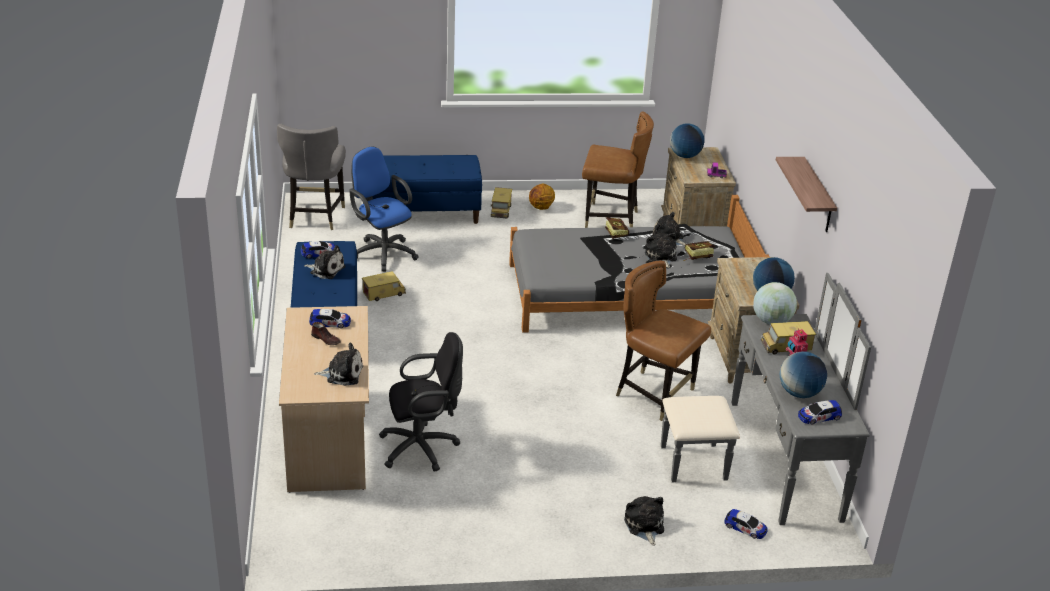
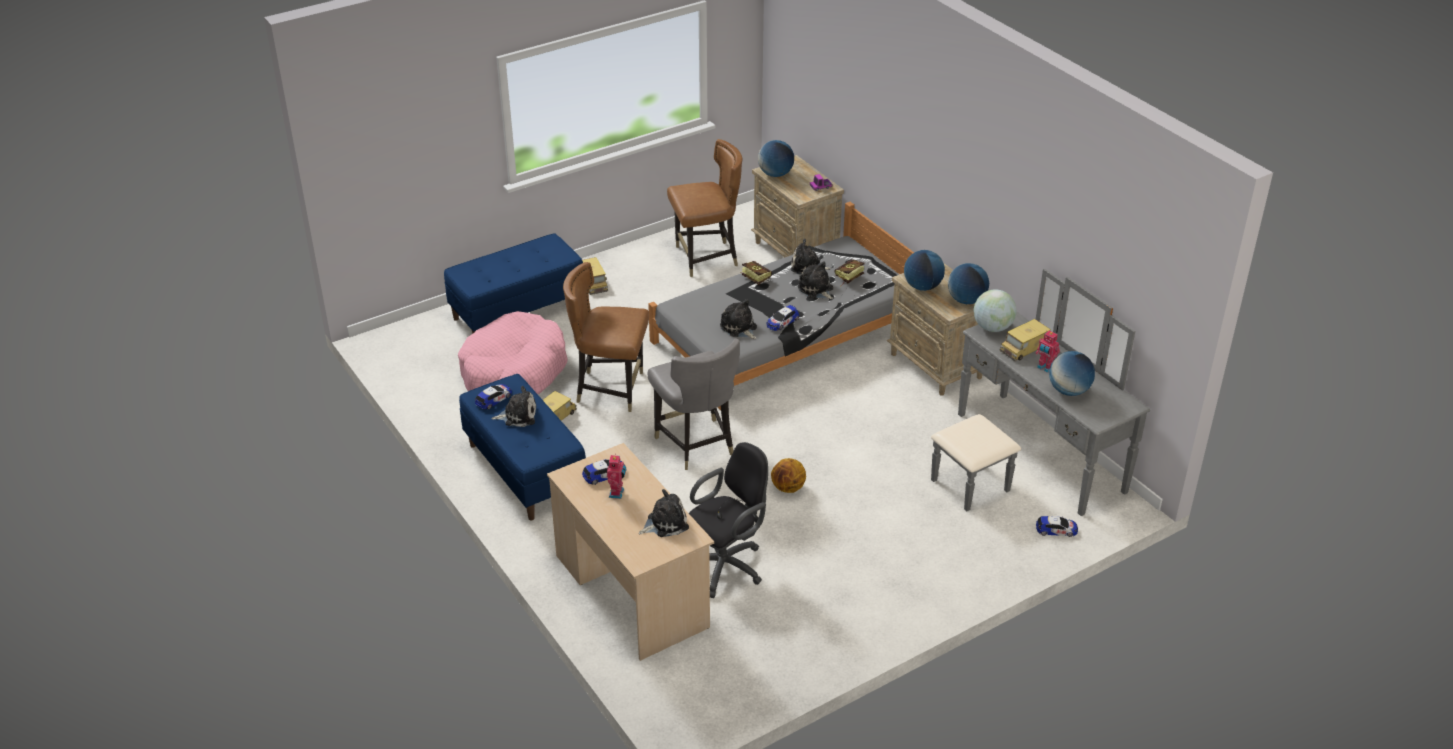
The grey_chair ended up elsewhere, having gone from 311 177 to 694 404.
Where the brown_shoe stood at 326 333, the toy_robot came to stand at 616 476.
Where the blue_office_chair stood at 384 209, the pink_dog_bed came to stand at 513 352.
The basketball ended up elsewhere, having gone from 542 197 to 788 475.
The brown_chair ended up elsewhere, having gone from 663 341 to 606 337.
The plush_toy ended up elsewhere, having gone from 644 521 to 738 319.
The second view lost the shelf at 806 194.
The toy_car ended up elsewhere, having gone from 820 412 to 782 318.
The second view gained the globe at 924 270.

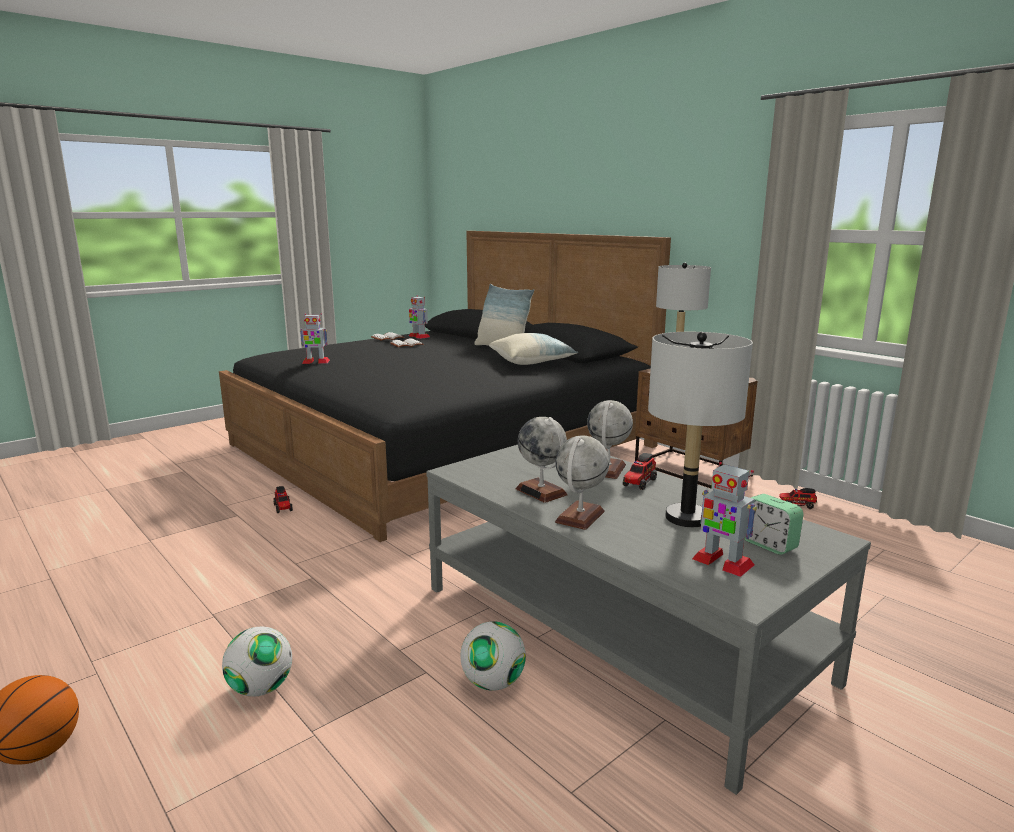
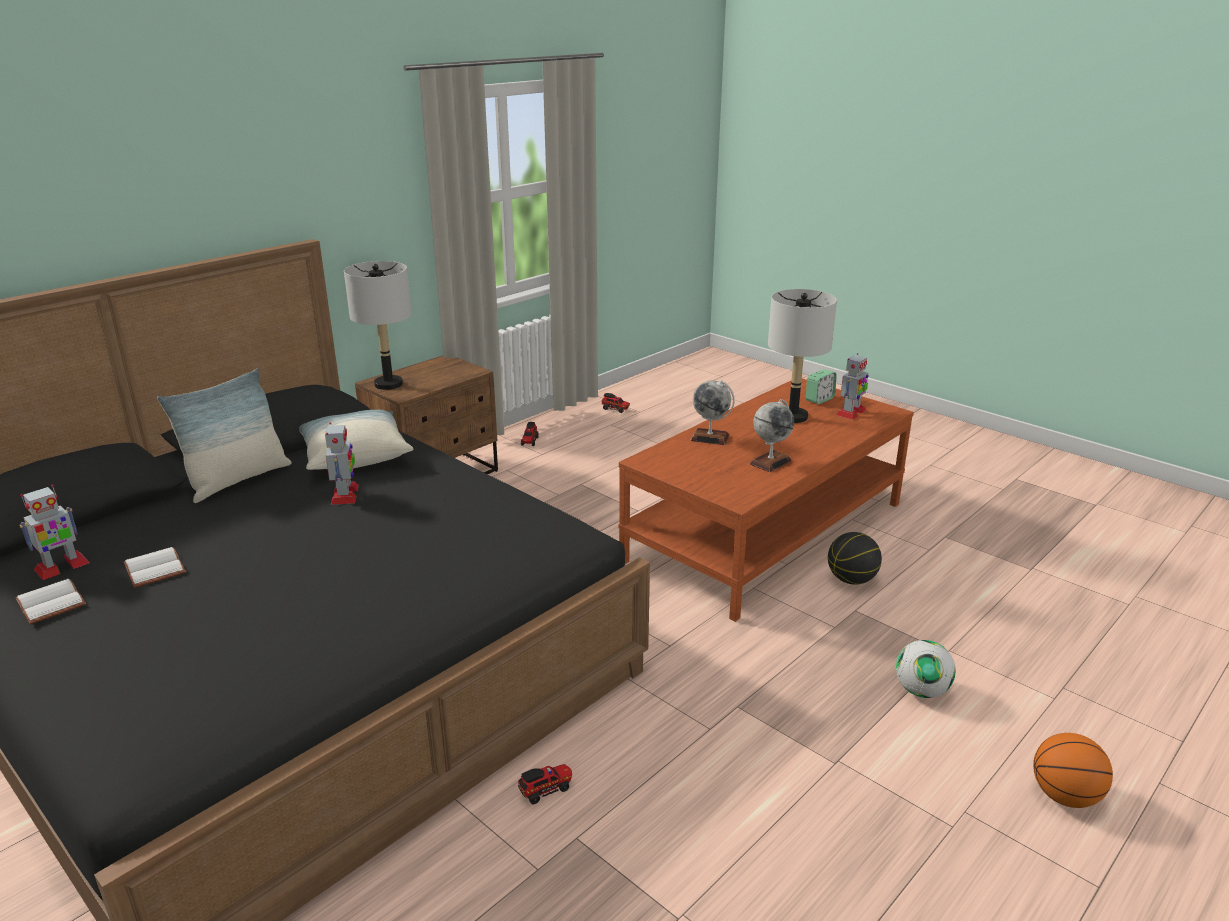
The toy_robot ended up elsewhere, having gone from 315 339 to 342 463.
What was the grey_coffee_table at 648 620 turned into the brown_coffee_table at 766 500.
Where the football stood at 493 656, the basketball came to stand at 855 558.
The second view lost the globe at 582 482.
The toy_truck ended up elsewhere, having gone from 640 471 to 616 403.

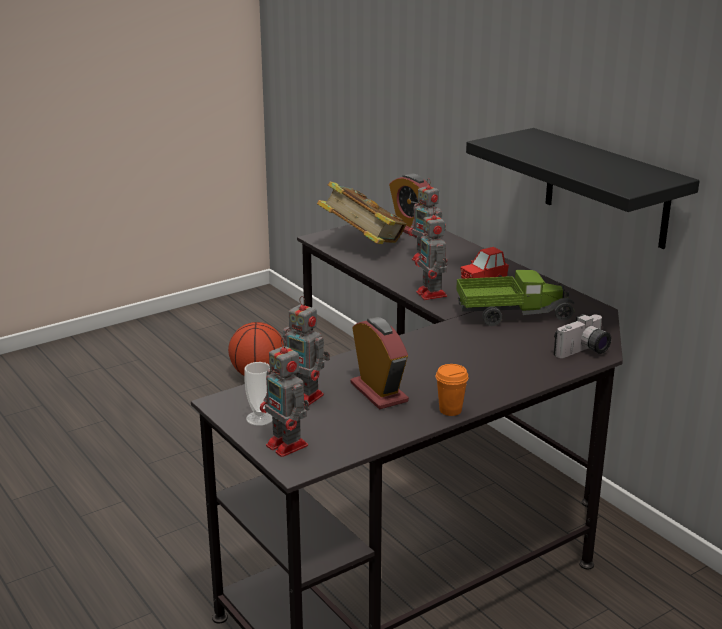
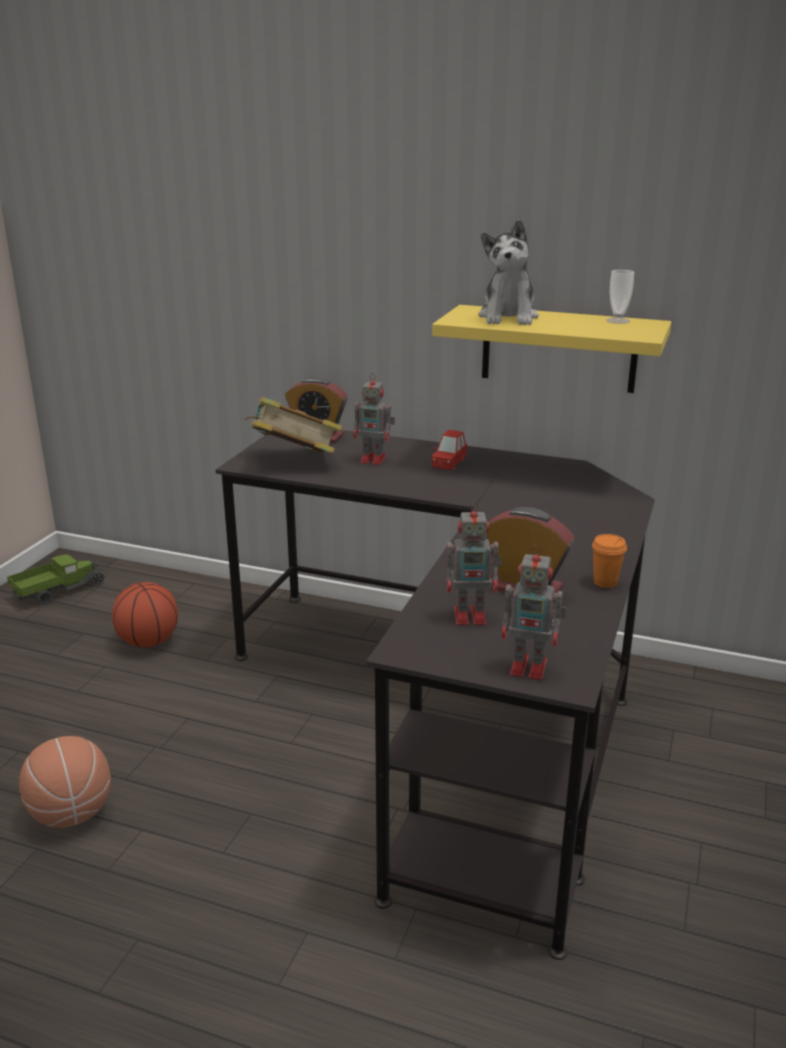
The cup ended up elsewhere, having gone from 258 394 to 620 297.
The second view lost the toy_robot at 431 254.
The toy_truck ended up elsewhere, having gone from 515 298 to 56 579.
What was the black_shelf at 583 188 turned into the yellow_shelf at 552 349.
The second view lost the photo_camera at 582 336.
The second view gained the basketball at 65 782.
The second view gained the plush_toy at 508 272.

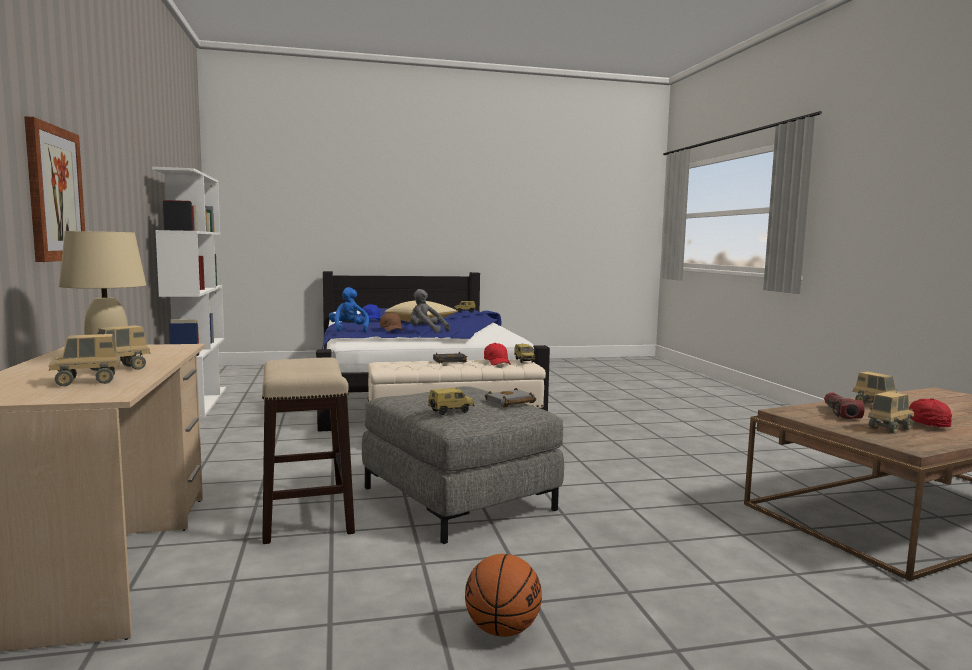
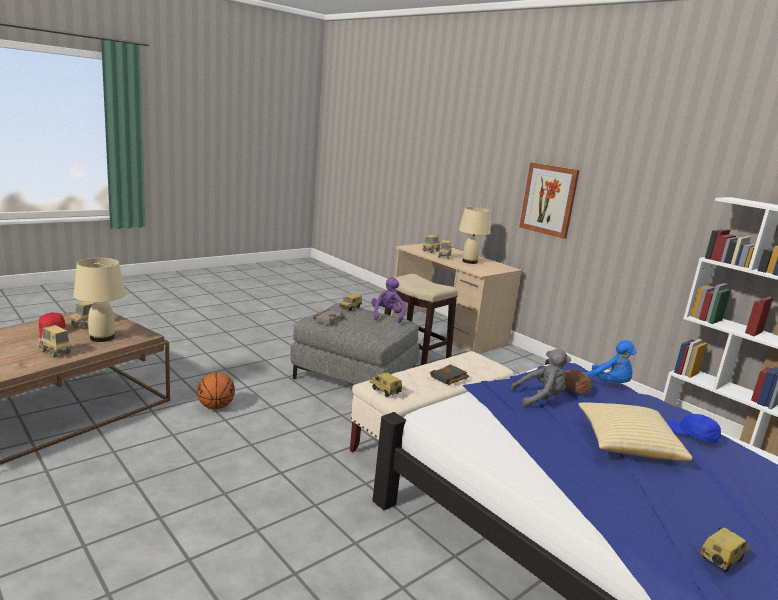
The basketball ended up elsewhere, having gone from 503 595 to 216 391.
The second view lost the red_cap at 497 354.
Where the flashlight stood at 844 405, the beige_table_lamp came to stand at 99 300.
The second view gained the purple_plush_toy at 388 300.

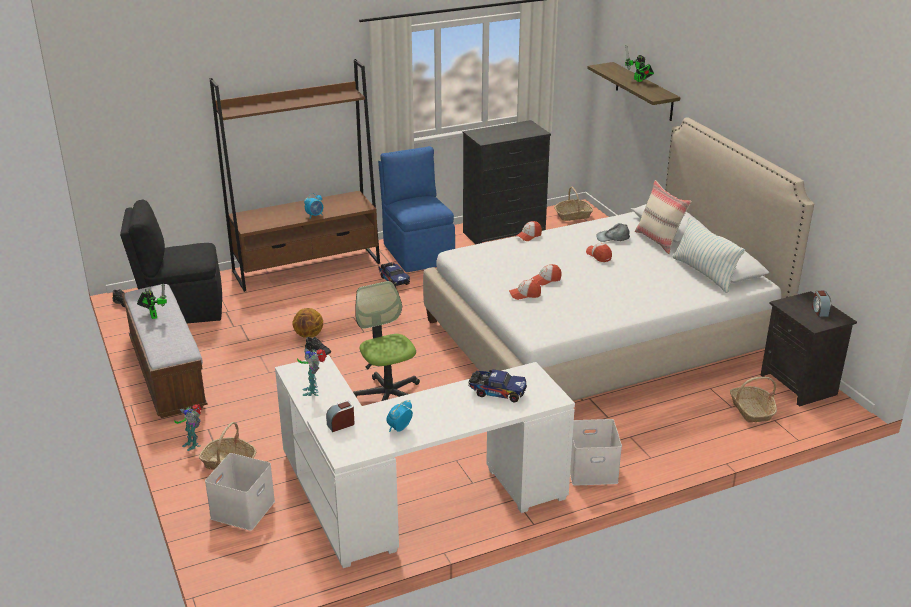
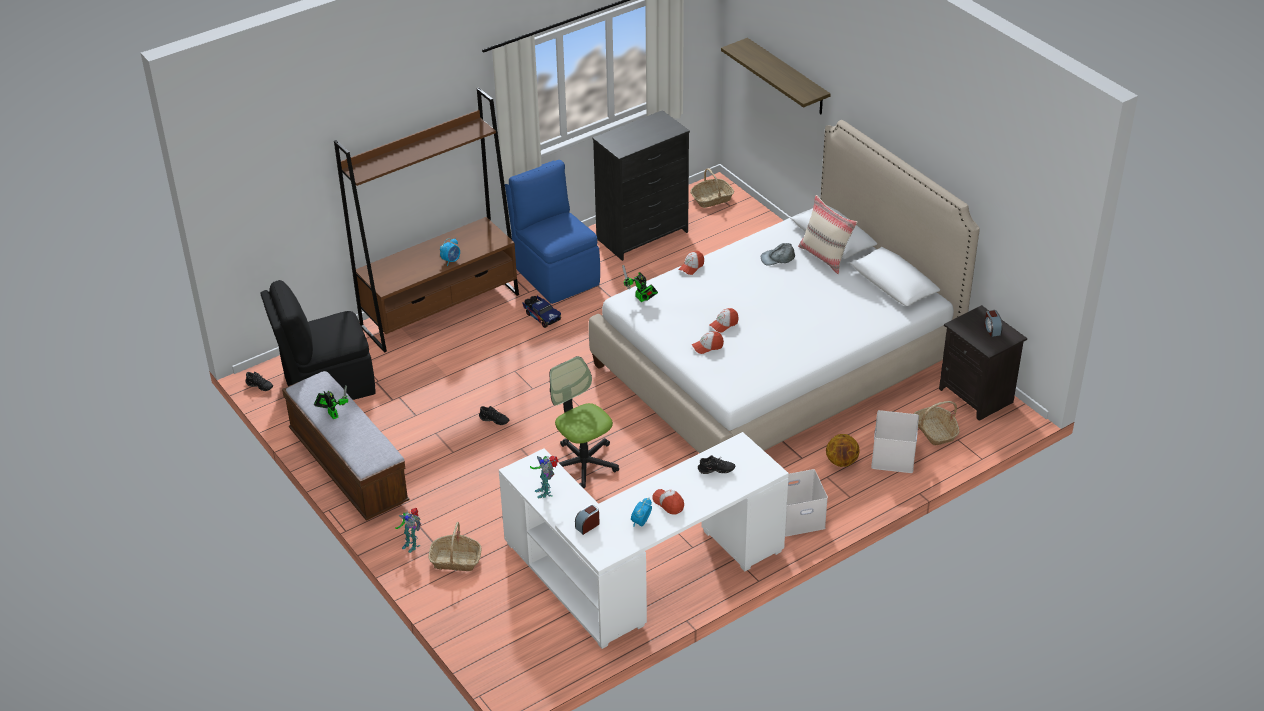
The white_storage_box ended up elsewhere, having gone from 240 492 to 895 441.
The basketball ended up elsewhere, having gone from 307 323 to 843 450.
Where the toy_truck stood at 497 385, the black_shoe came to stand at 716 464.
The cap ended up elsewhere, having gone from 599 252 to 668 502.
The toy_robot ended up elsewhere, having gone from 639 63 to 640 283.
The second view lost the pillow at 709 255.

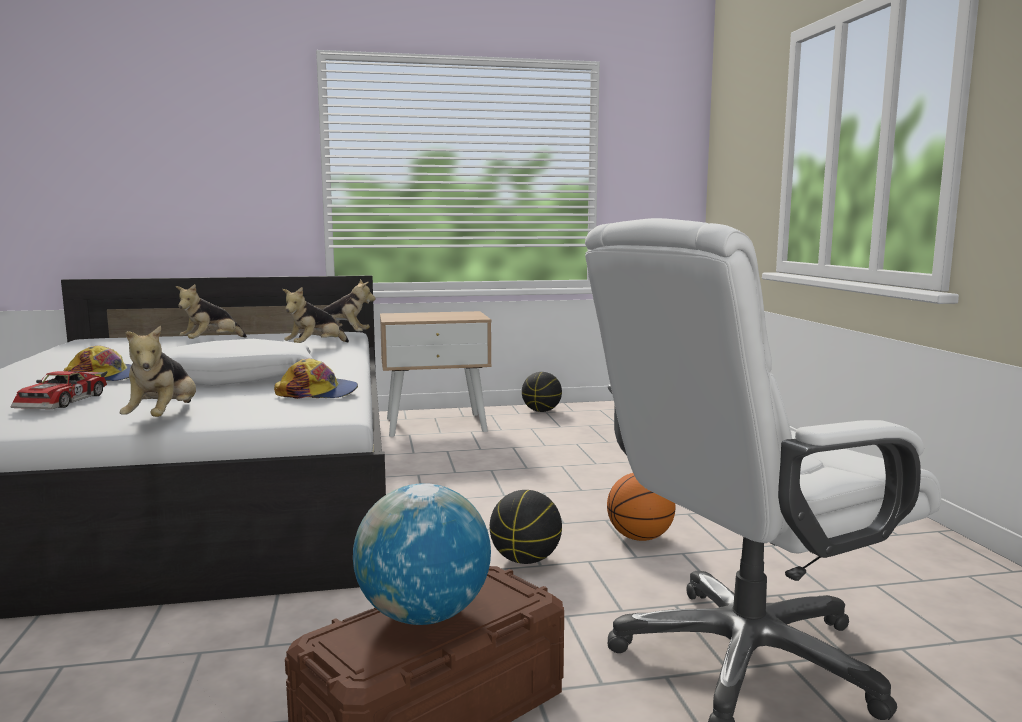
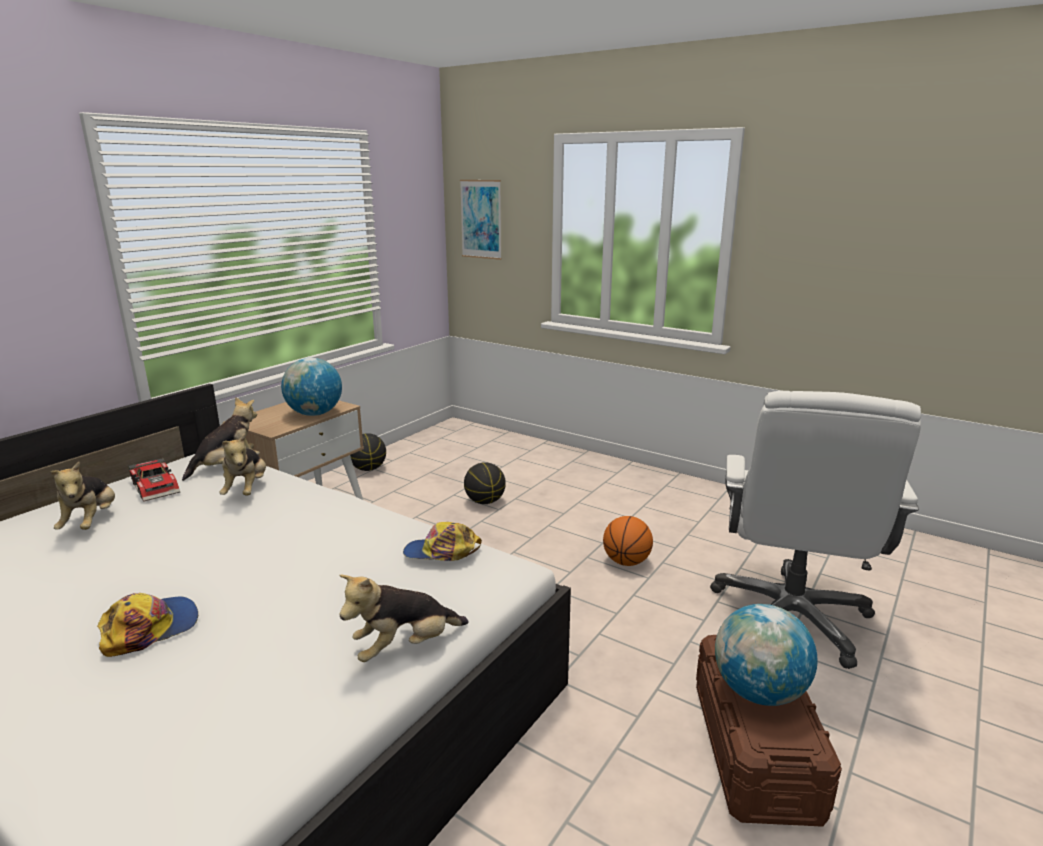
The toy_car ended up elsewhere, having gone from 59 389 to 154 479.
The plush_toy at 158 371 ended up facing another way, 105 degrees clockwise from before.
The second view lost the white_pillow at 237 362.
The cap at 316 378 ended up facing another way, 135 degrees counterclockwise from before.
The basketball ended up elsewhere, having gone from 526 527 to 485 483.
The second view gained the globe at 311 387.
The second view gained the picture at 481 220.

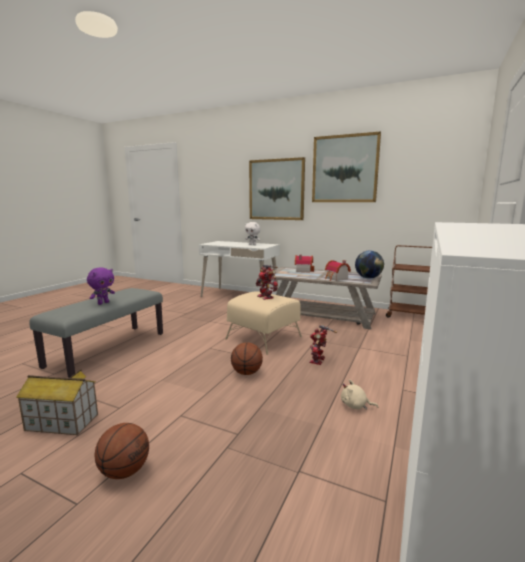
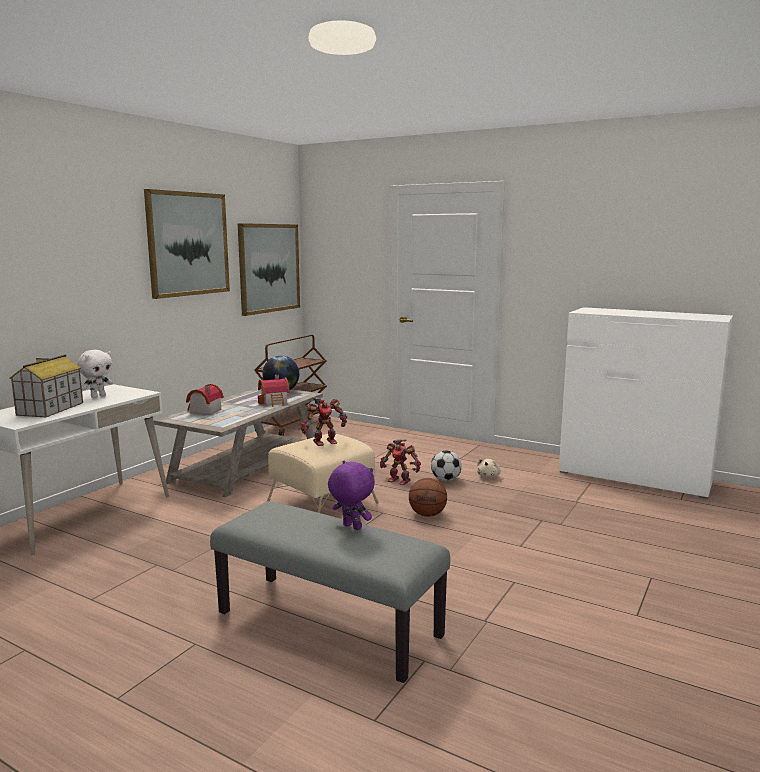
The toy_house ended up elsewhere, having gone from 57 402 to 46 386.
The second view lost the basketball at 122 451.
The picture ended up elsewhere, having gone from 277 188 to 269 269.
The second view gained the football at 446 465.

